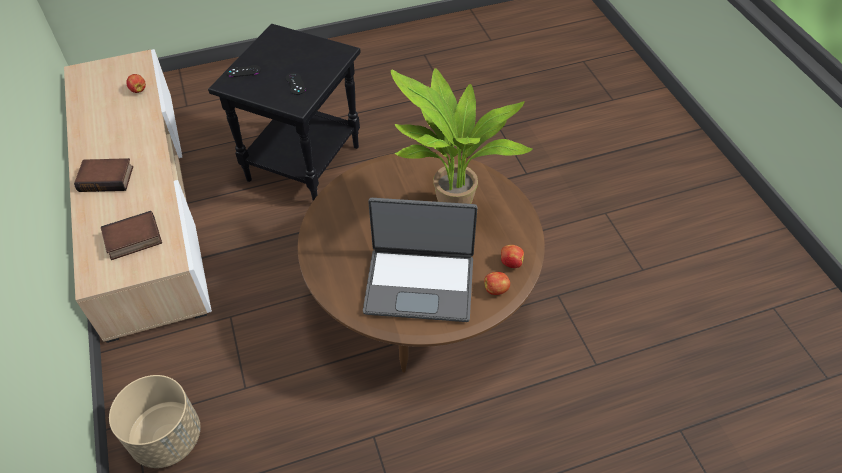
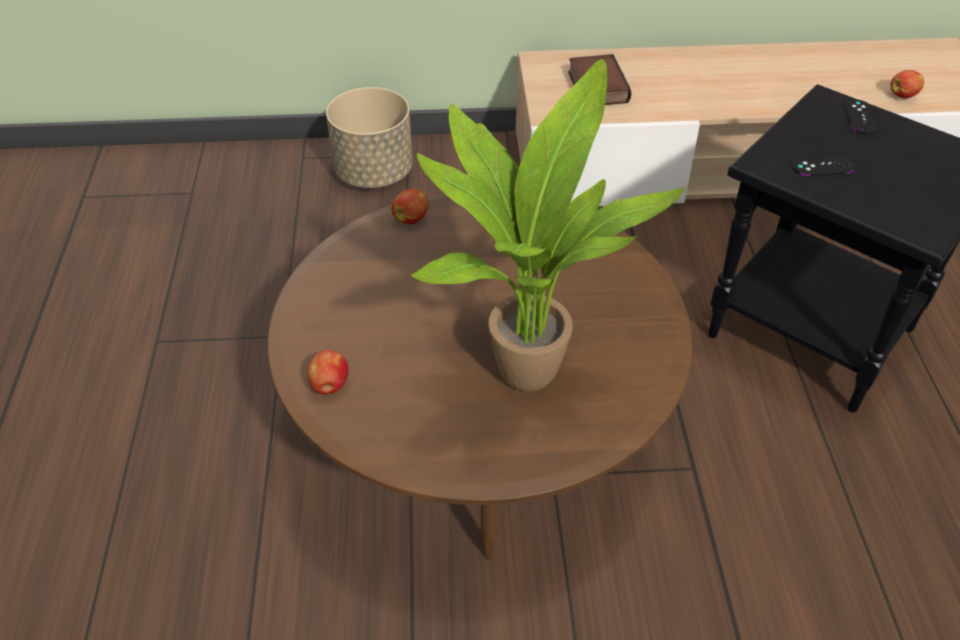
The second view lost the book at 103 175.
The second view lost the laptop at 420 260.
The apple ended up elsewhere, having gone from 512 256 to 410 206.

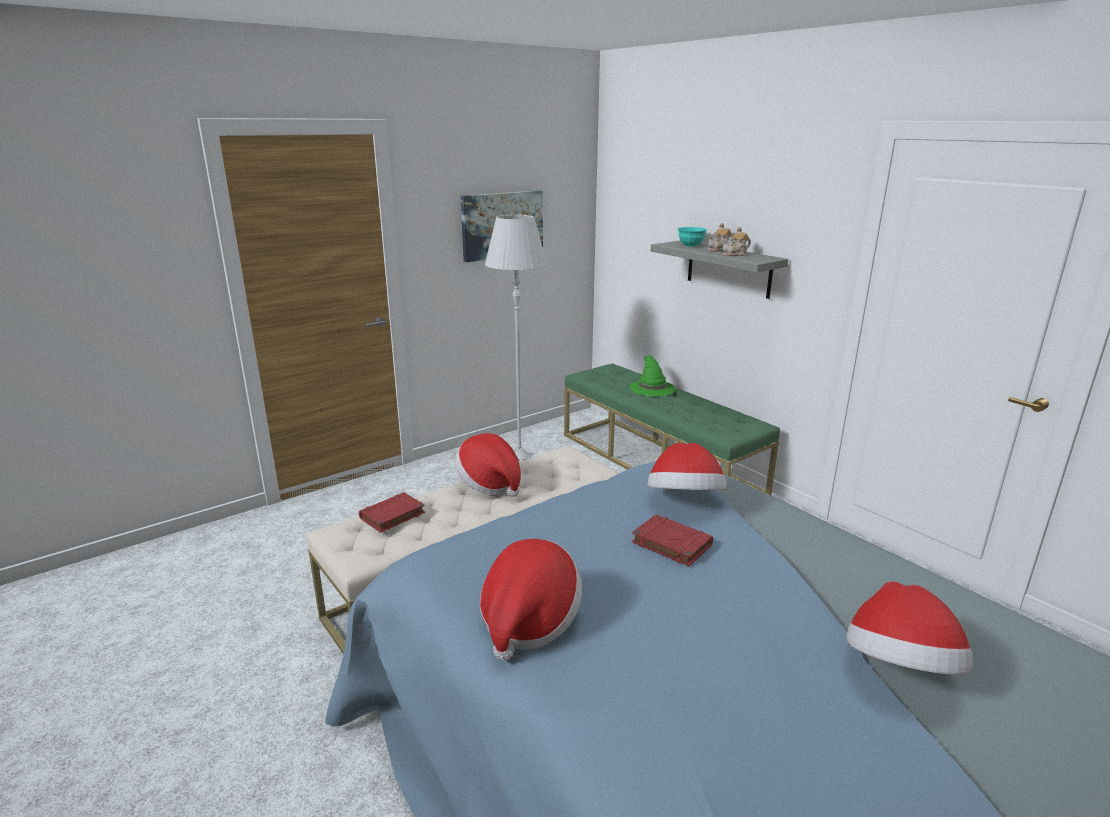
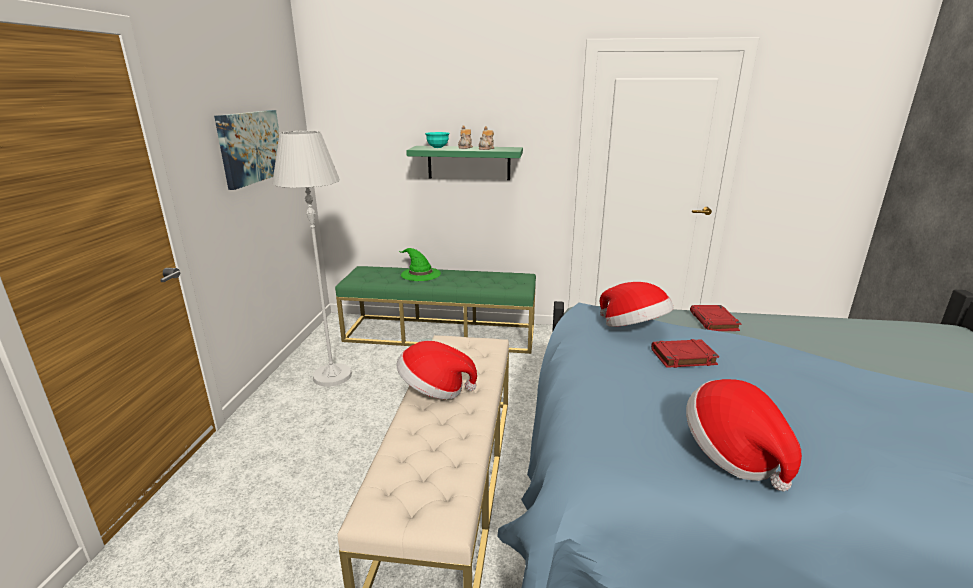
The red_book ended up elsewhere, having gone from 392 512 to 715 318.
What was the grey_shelf at 719 270 turned into the green_shelf at 464 163.
The second view lost the hat at 909 628.

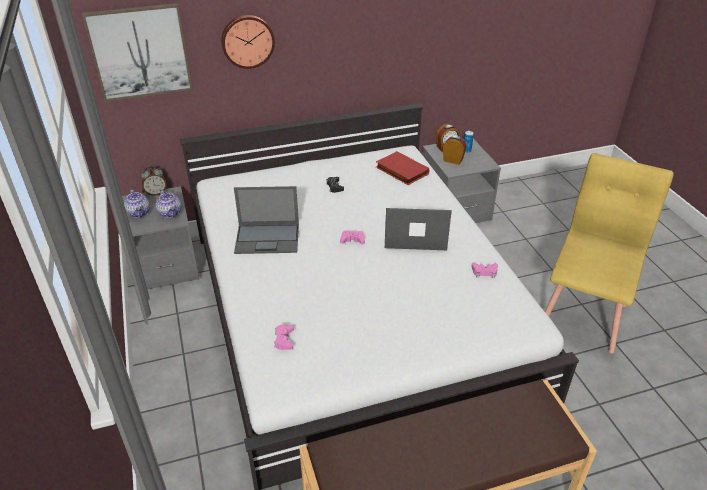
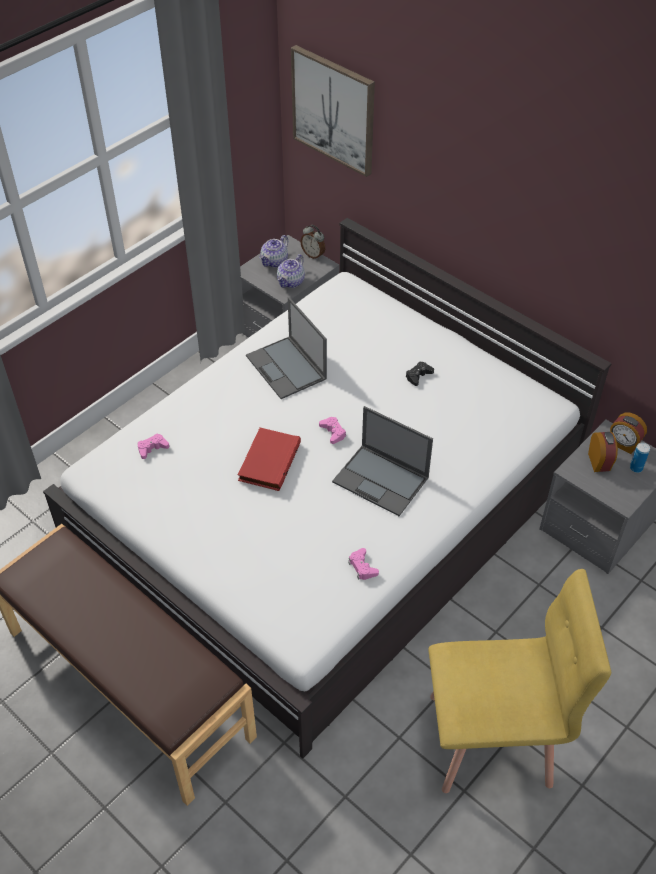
The second view lost the wall_clock at 248 42.
The red_book ended up elsewhere, having gone from 402 168 to 269 459.
The laptop at 418 229 ended up facing another way, 150 degrees clockwise from before.

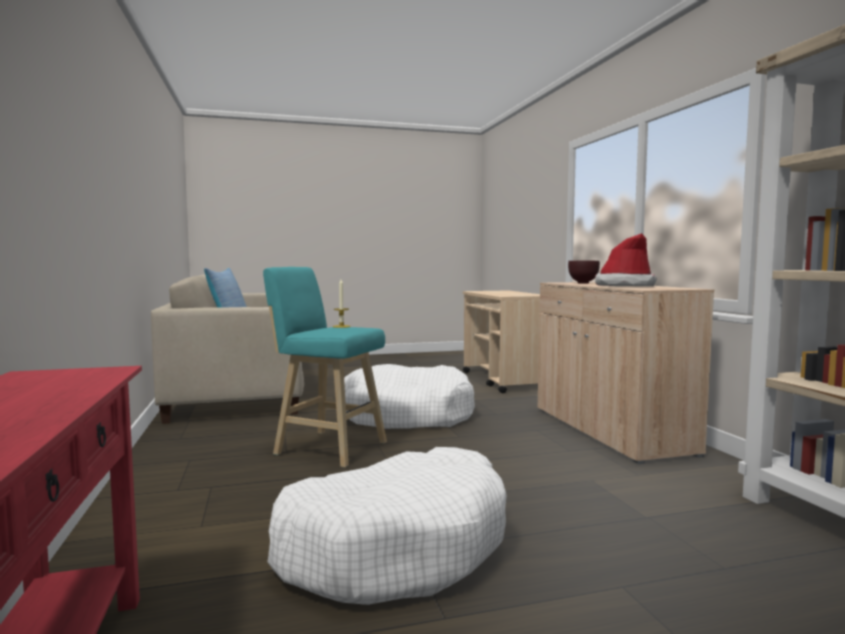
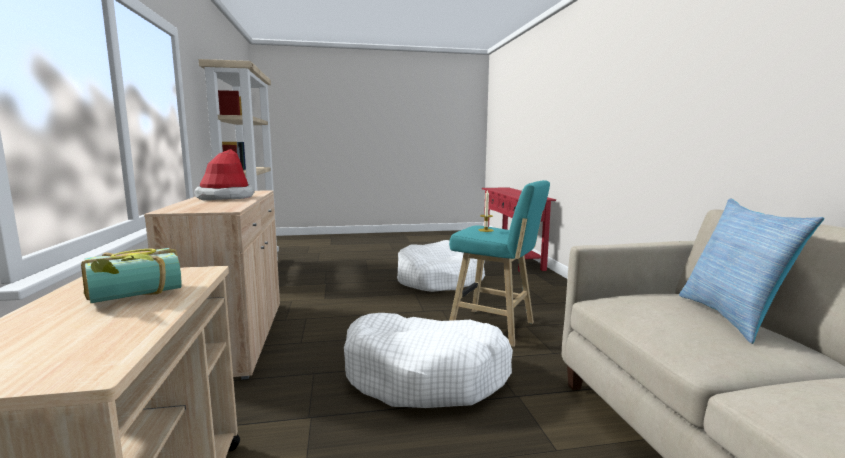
The second view lost the brown_bowl at 584 272.
The second view gained the book at 131 275.

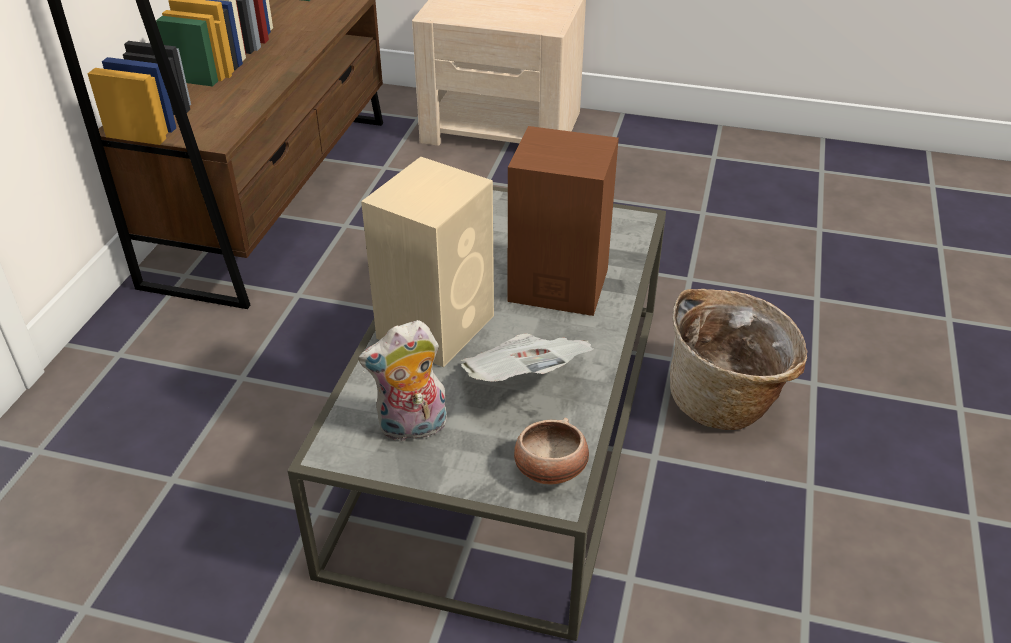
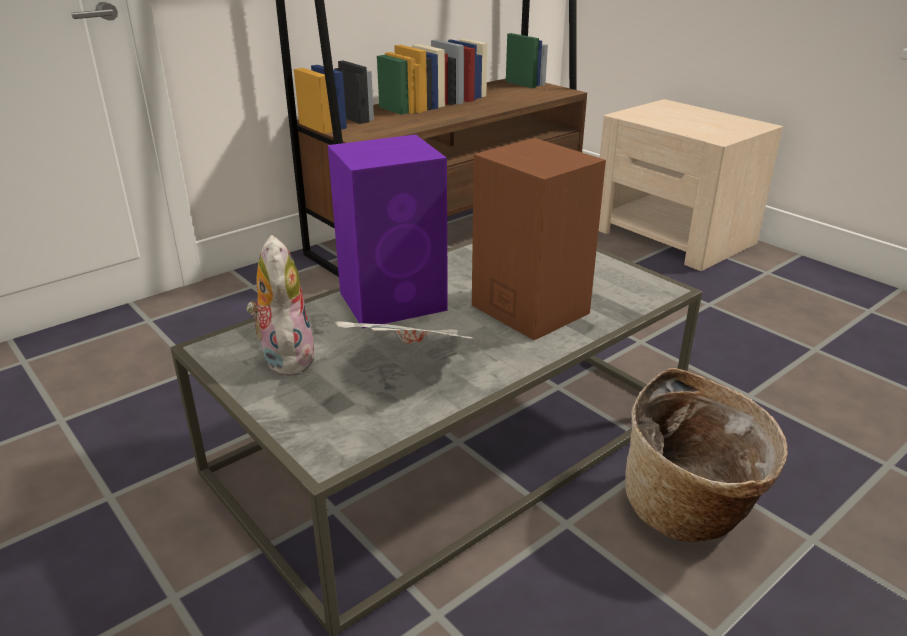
The plush_toy at 402 381 ended up facing another way, 60 degrees clockwise from before.
What was the beige_speaker at 427 262 turned into the purple_speaker at 388 231.
The second view lost the bowl at 551 451.

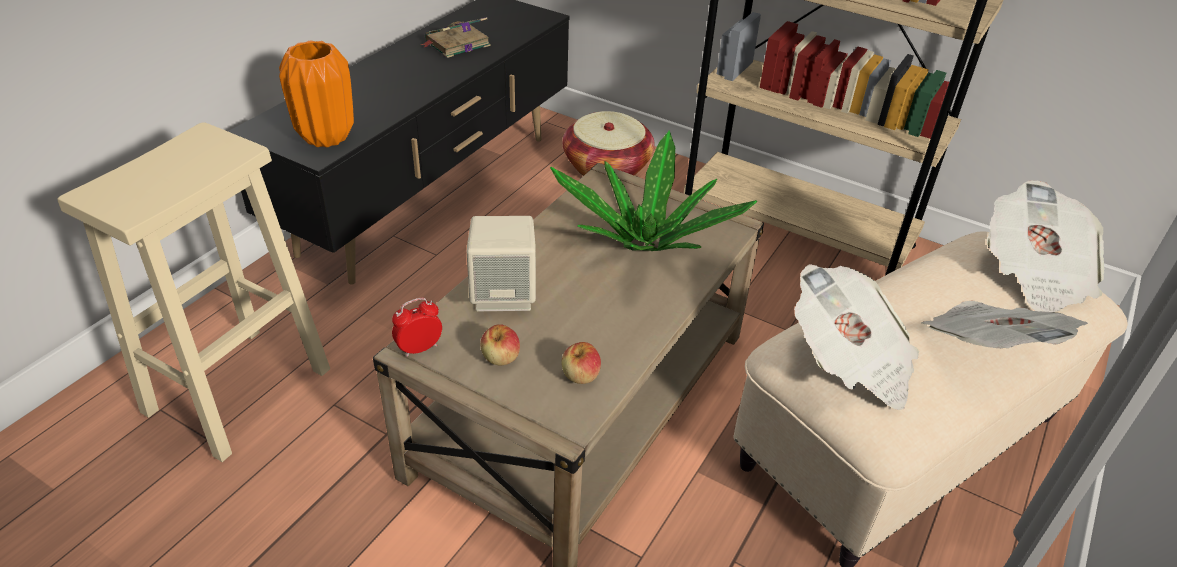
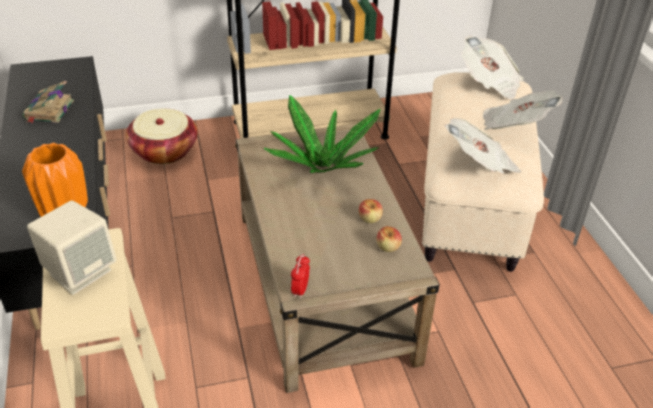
The beige_speaker ended up elsewhere, having gone from 501 263 to 72 247.
The apple ended up elsewhere, having gone from 500 344 to 371 211.

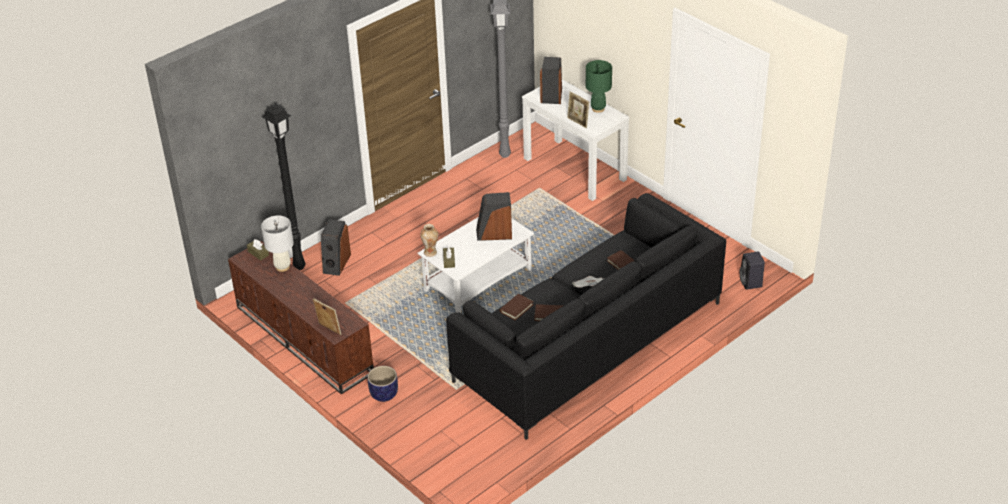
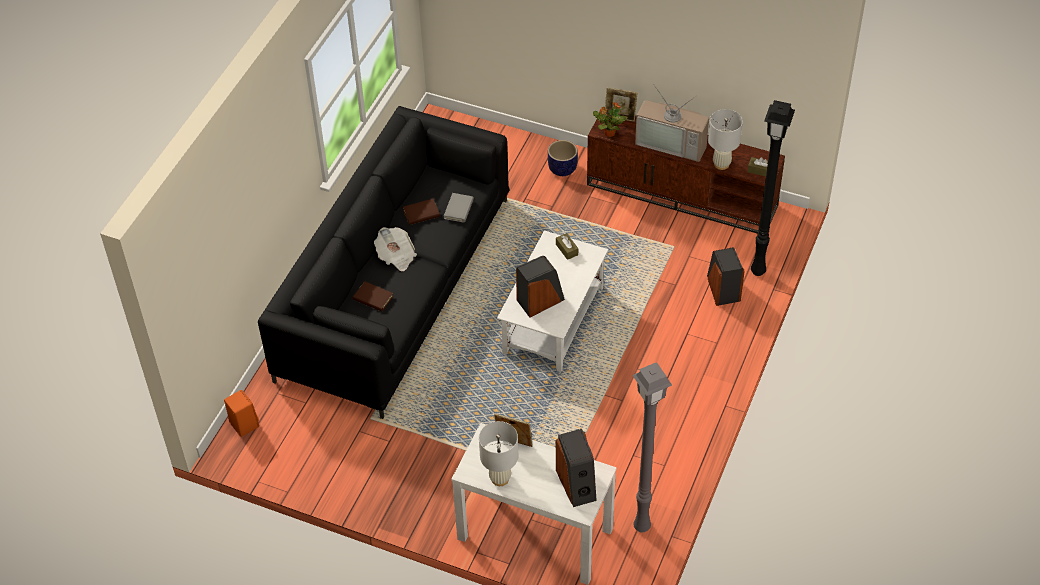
The second view lost the vase at 429 240.
What was the brown_book at 516 307 turned into the grey_book at 459 208.
What was the green_table_lamp at 599 86 turned into the white_table_lamp at 498 453.
What was the black_speaker at 752 270 turned into the orange_speaker at 241 413.
The second view gained the potted_plant at 610 119.
The second view gained the television at 672 123.

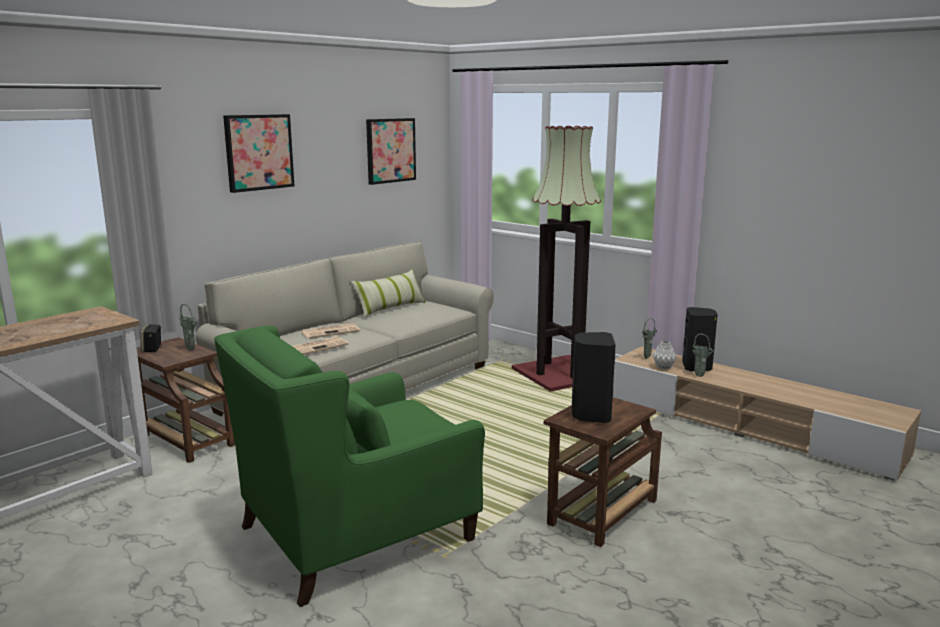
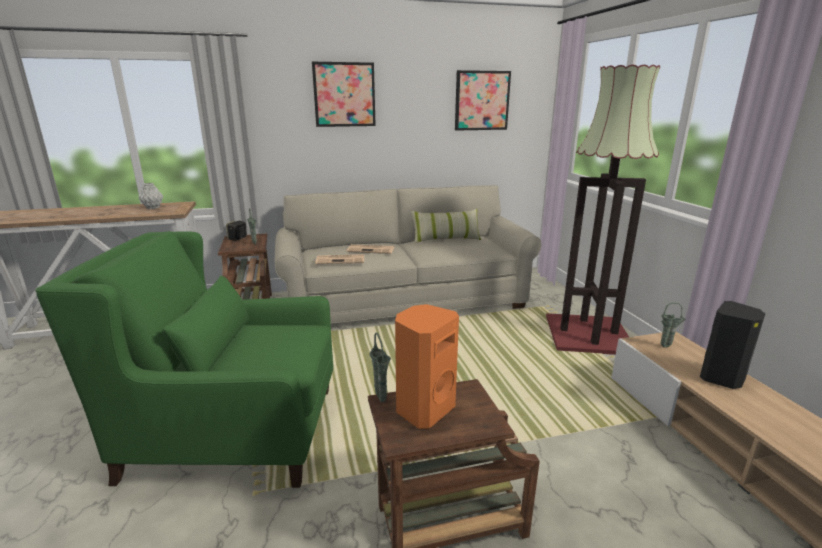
What was the black_speaker at 594 377 turned into the orange_speaker at 427 366.
The grey_vase ended up elsewhere, having gone from 664 355 to 151 196.
The green_vase ended up elsewhere, having gone from 702 355 to 380 367.

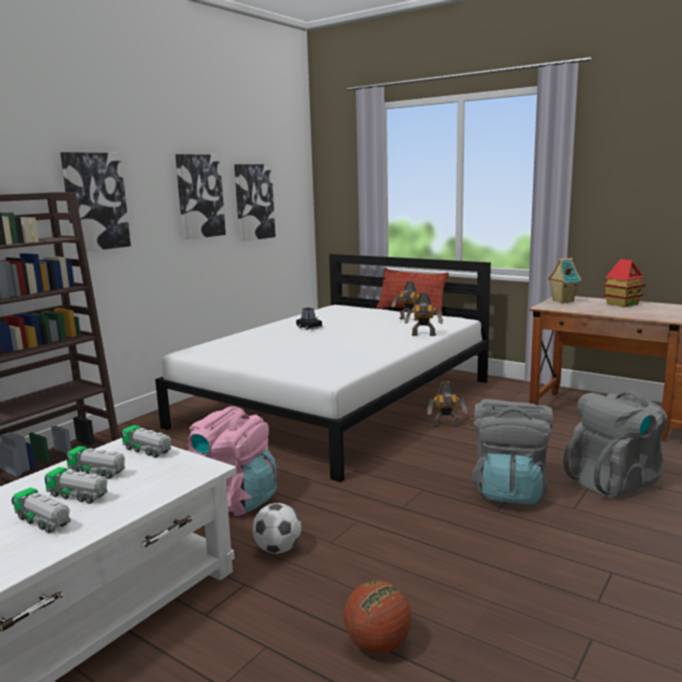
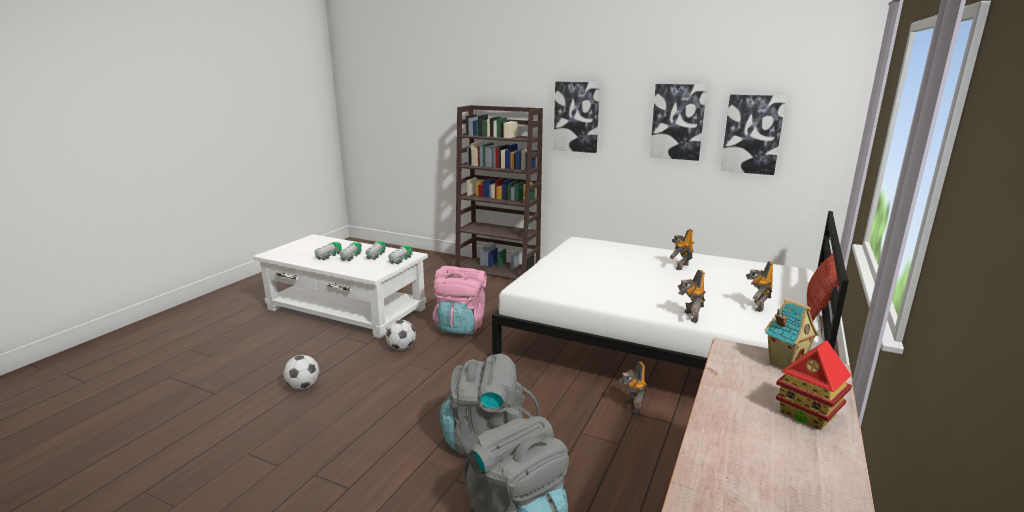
Where the black_toy_car stood at 309 319, the toy_robot came to stand at 682 249.
Where the basketball stood at 377 617, the football came to stand at 301 372.

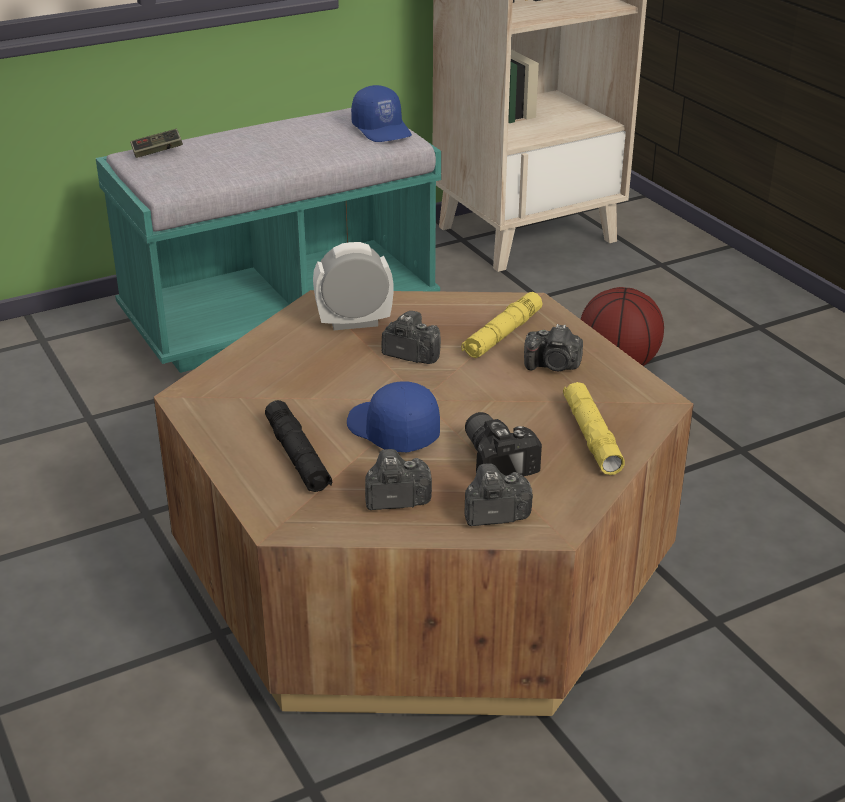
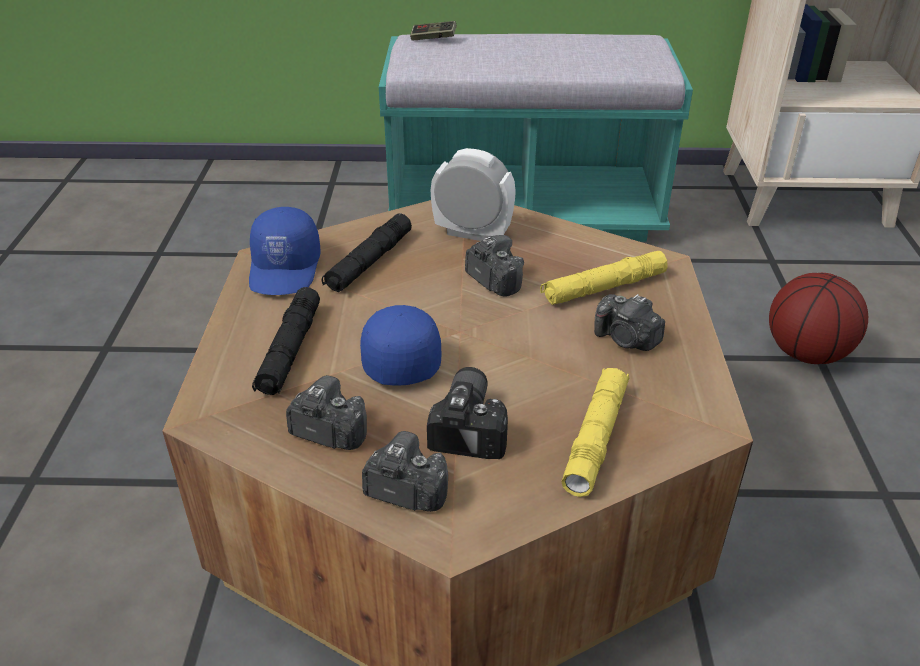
The blue_cap ended up elsewhere, having gone from 381 113 to 285 251.
The second view gained the black_flashlight at 366 252.

